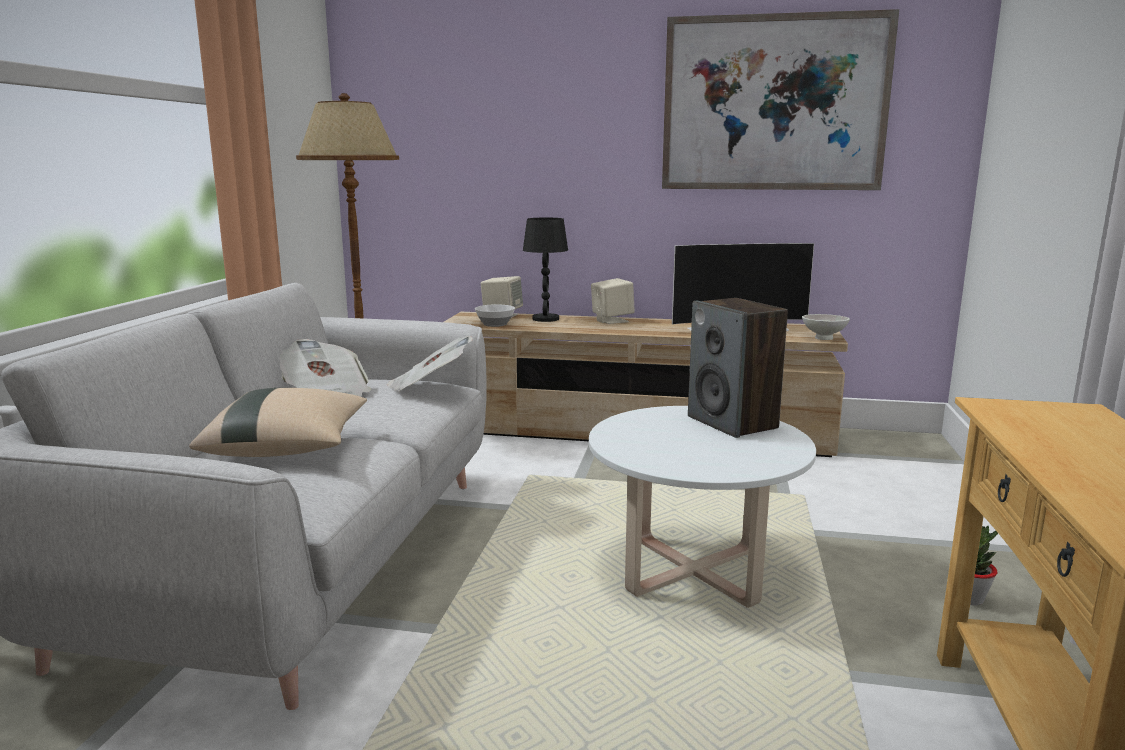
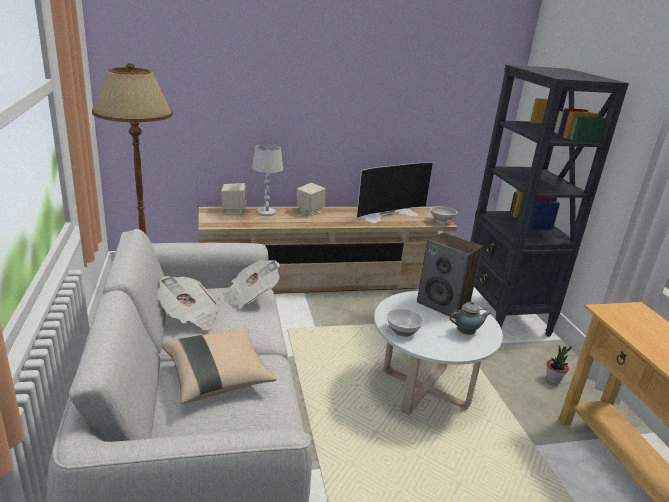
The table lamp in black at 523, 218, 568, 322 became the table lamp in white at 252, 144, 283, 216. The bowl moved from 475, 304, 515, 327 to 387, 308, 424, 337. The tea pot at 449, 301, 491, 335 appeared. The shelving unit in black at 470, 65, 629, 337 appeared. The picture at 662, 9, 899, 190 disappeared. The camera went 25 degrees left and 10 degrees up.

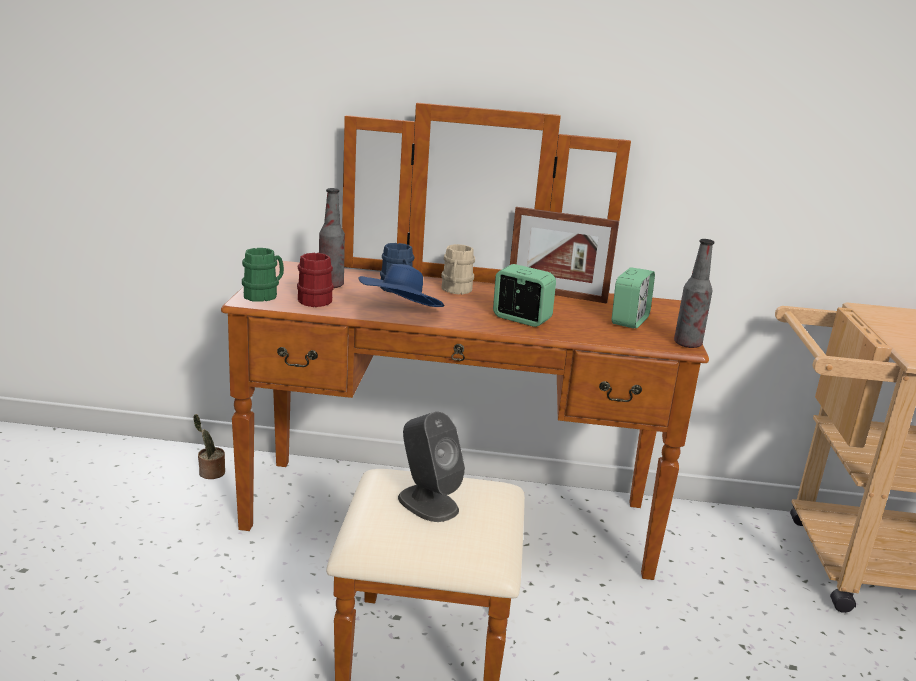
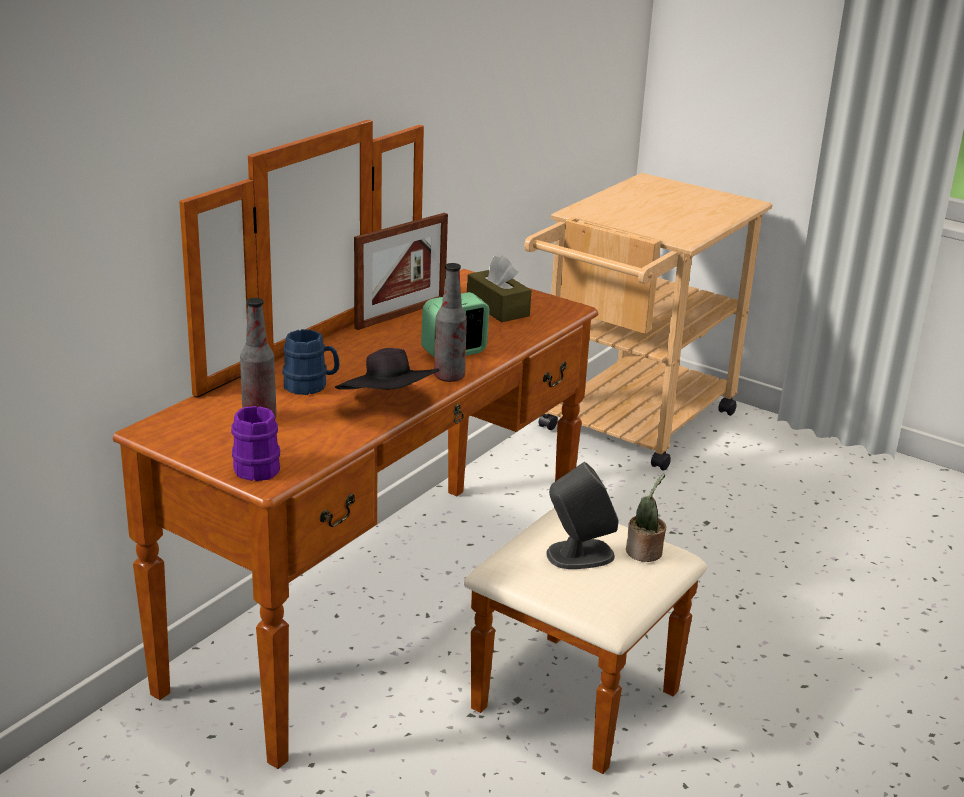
The tea mug in green at 242, 248, 284, 302 became the tea mug in purple at 231, 406, 280, 481. The wearable hat in blue-coloured at 358, 264, 444, 307 became the wearable hat in black at 335, 348, 439, 390. The bottle moved from 674, 239, 714, 348 to 434, 263, 467, 382. The alarm clock at 612, 267, 655, 328 was replaced by the tissue box in brown at 467, 255, 532, 322. The potted plant moved from 193, 414, 225, 479 to 626, 474, 666, 562. The tea mug in reddish at 297, 253, 334, 307 disappeared. The tea mug in sand-coloured at 441, 244, 475, 295 disappeared. The camera went 60 degrees left and 5 degrees up.

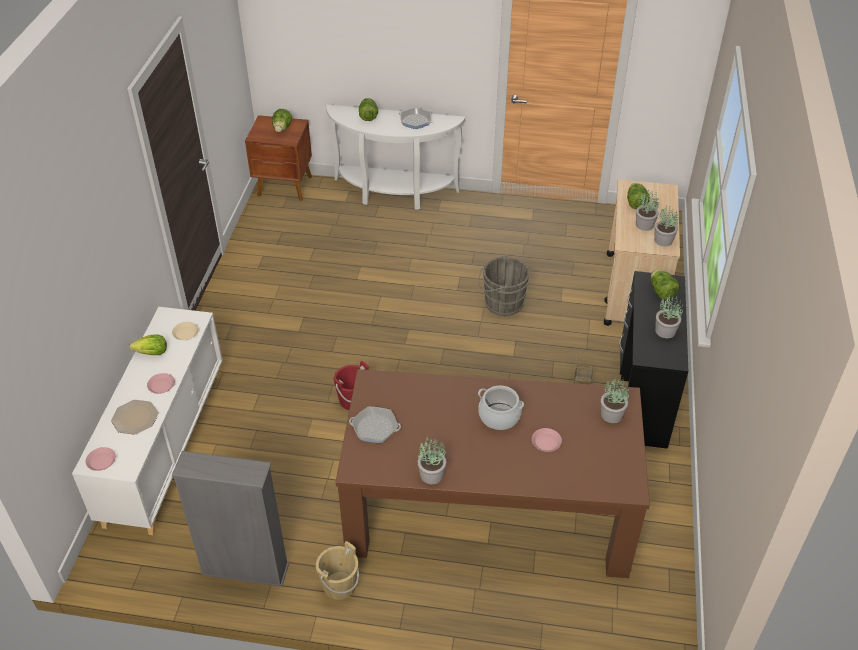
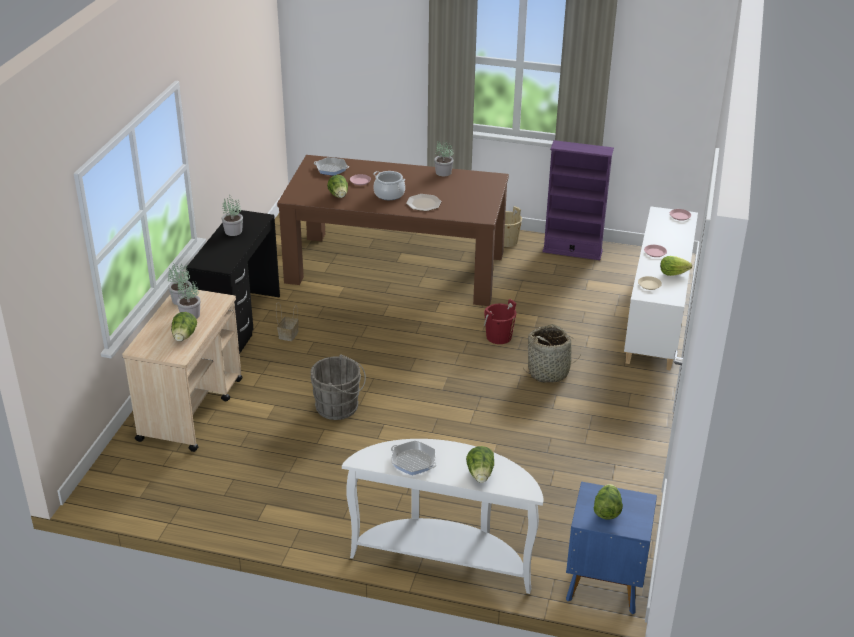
The frying pan moved from 349, 407, 401, 443 to 314, 157, 349, 176. The head of lettuce moved from 651, 270, 679, 300 to 327, 175, 348, 198. The plate moved from 111, 400, 158, 435 to 406, 194, 442, 211. The household basket at 523, 324, 578, 383 appeared. The shelving unit in grey at 172, 451, 289, 587 became the shelving unit in purple at 542, 140, 614, 260. The nightstand in brown at 245, 115, 312, 201 became the nightstand in blue-coloured at 566, 481, 657, 614. The potted plant at 601, 378, 629, 423 disappeared. The camera went 175 degrees left and 10 degrees down.

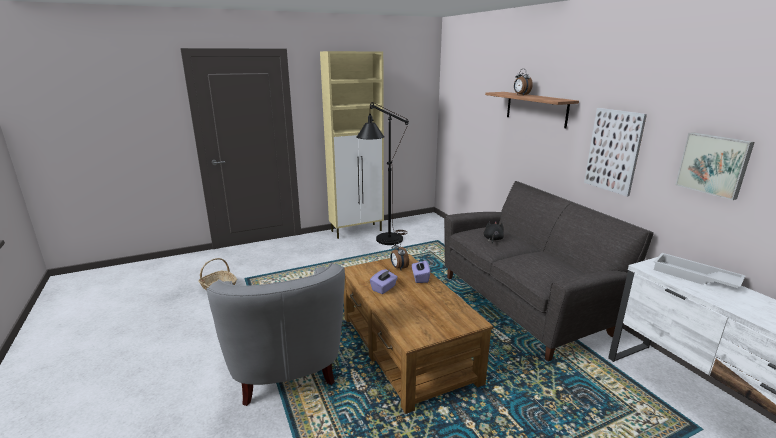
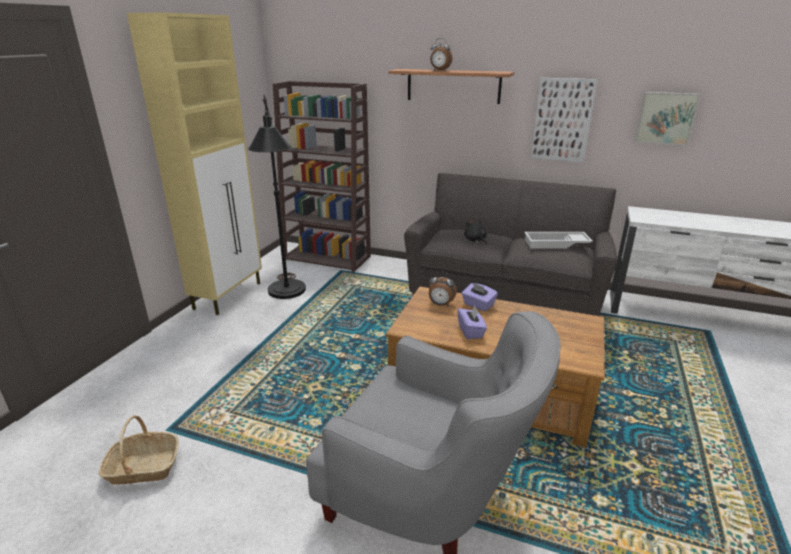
The shelving unit in brown at 273, 81, 371, 272 appeared. The carrying tray in white moved from 654, 253, 746, 288 to 524, 232, 593, 248. The camera went 45 degrees left and 5 degrees up.

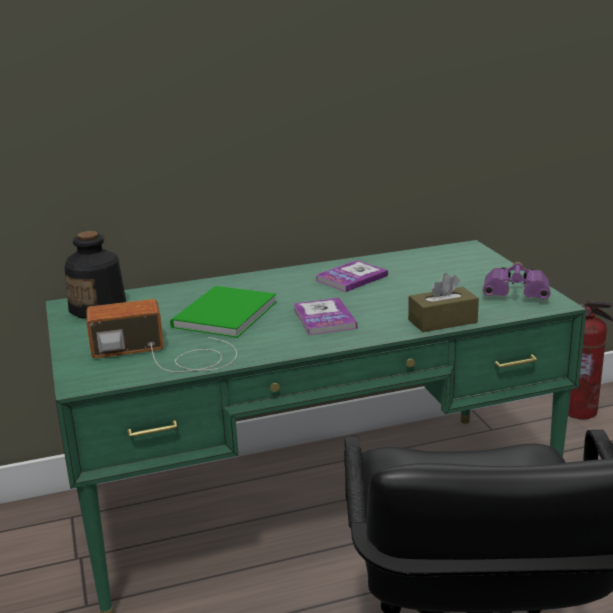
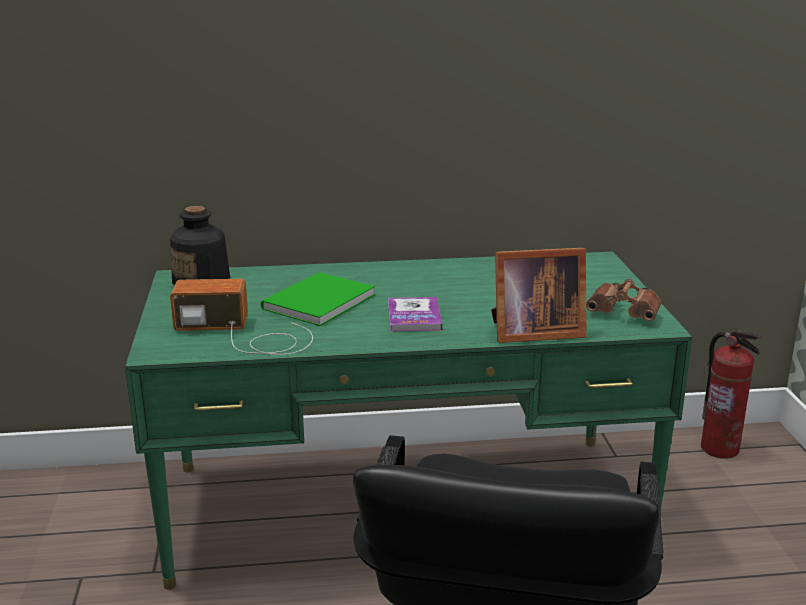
The tissue box in brown at 408, 273, 479, 332 was replaced by the standing frame at 491, 248, 587, 343. The binoculars in purple at 483, 262, 551, 299 became the binoculars in brown at 586, 279, 661, 321. The book at 315, 260, 388, 292 disappeared. The camera went 10 degrees right and 0 degrees up.

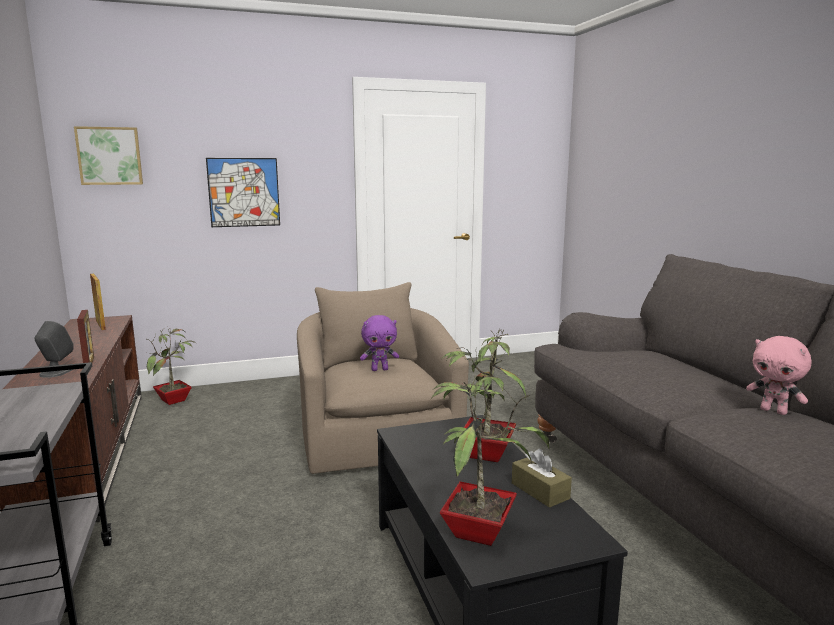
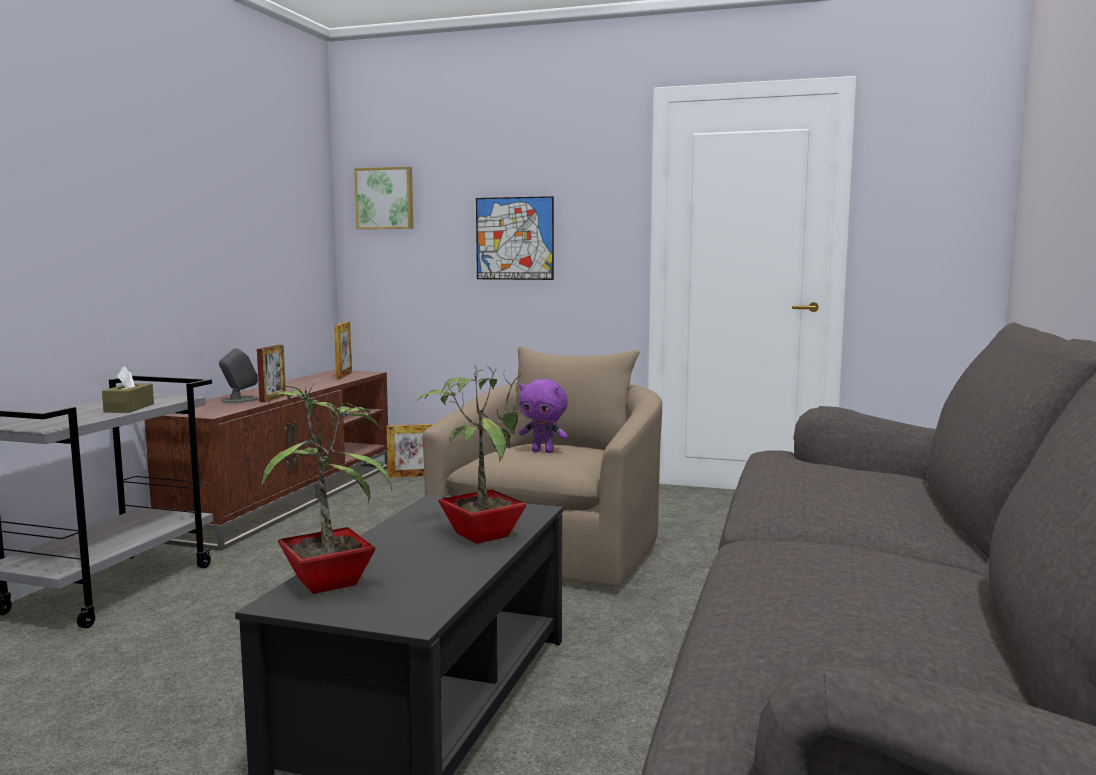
The tissue box in brown moved from 512, 449, 572, 508 to 102, 366, 154, 413. The potted plant at 147, 327, 197, 405 was replaced by the standing frame at 386, 424, 434, 478. The cuddly toy in pink-coloured at 746, 336, 812, 415 disappeared. The camera went 35 degrees right and 5 degrees down.

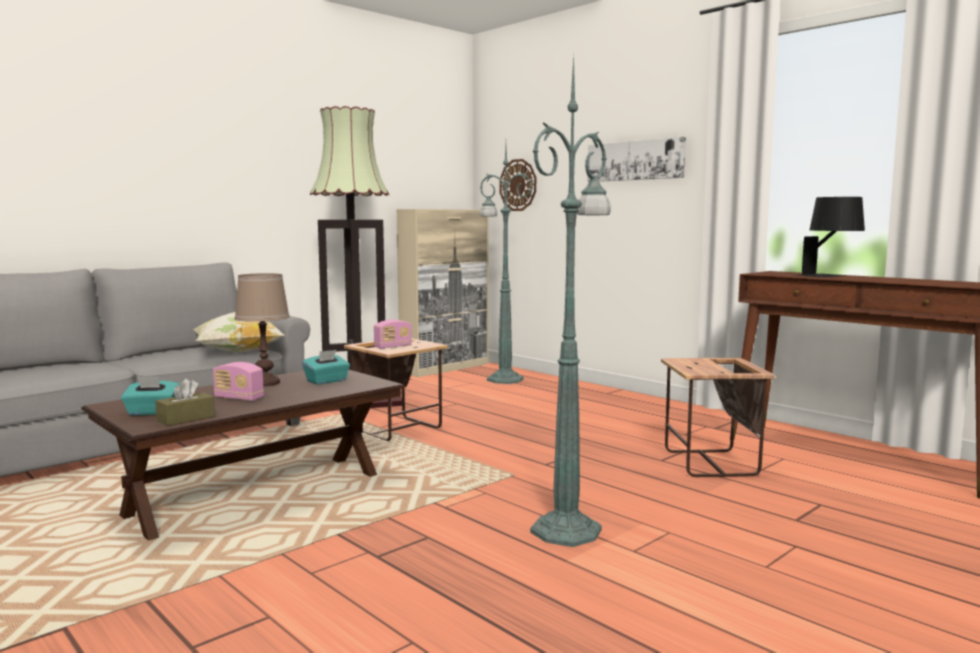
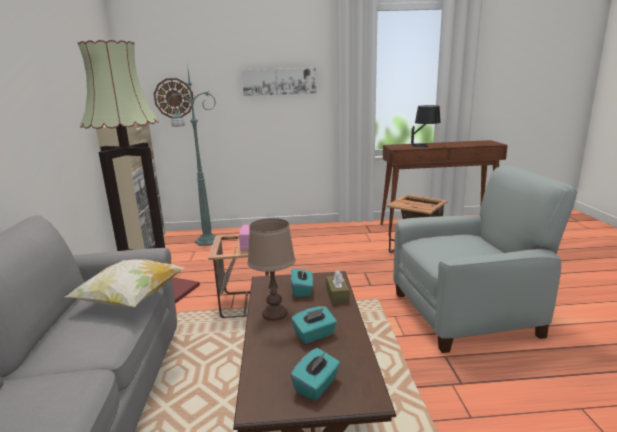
The radio receiver at 213, 362, 264, 401 was replaced by the tissue box in blue-green at 291, 306, 337, 344. The tissue box in brown moved from 155, 378, 215, 426 to 326, 270, 349, 305. The standard lamp in green at 530, 56, 611, 547 was replaced by the armchair in grey at 393, 165, 577, 353. The camera went 50 degrees left and 10 degrees up.

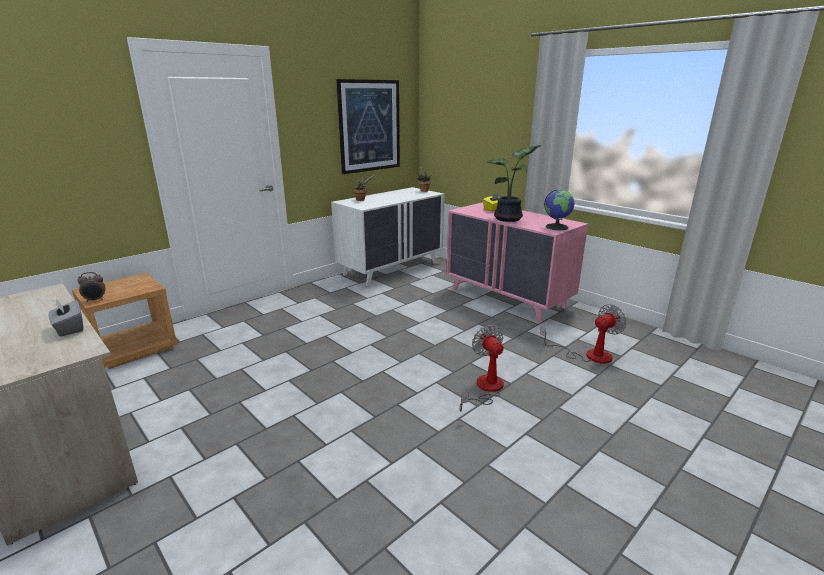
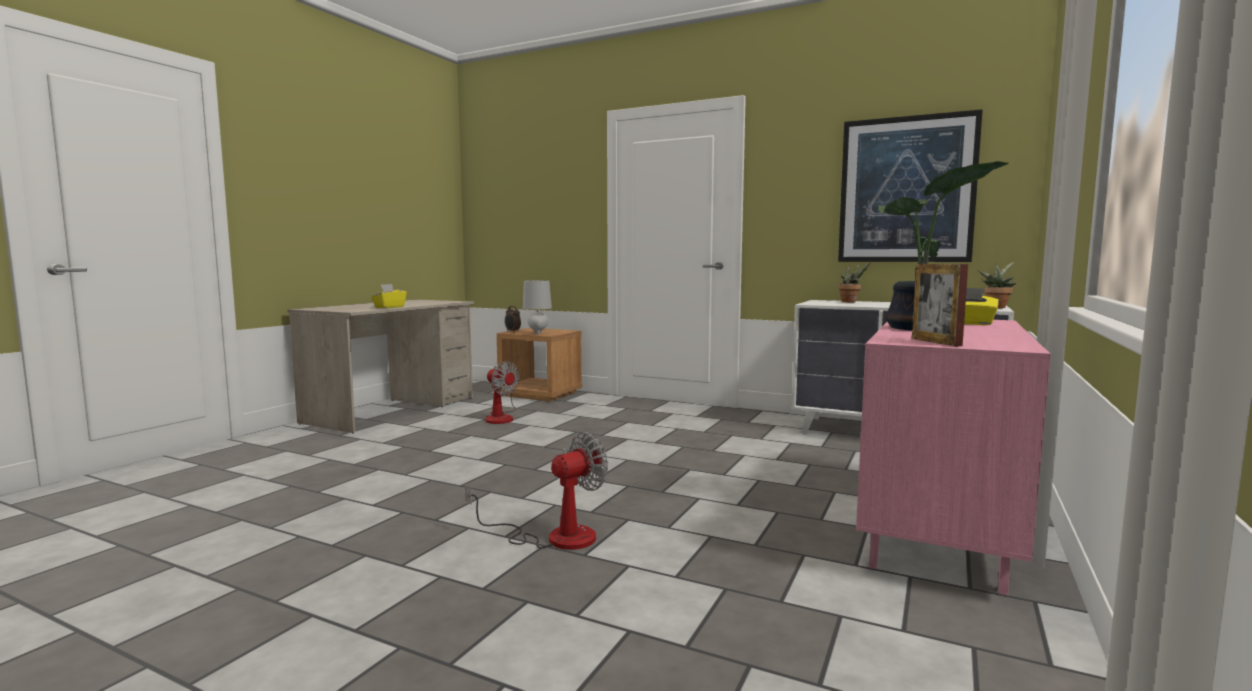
The tissue box in grey at 49, 299, 83, 336 became the tissue box in yellow-coloured at 371, 284, 407, 308. The electric fan moved from 540, 304, 627, 364 to 486, 361, 520, 424. The table lamp in grey at 523, 280, 552, 335 appeared. The globe at 544, 190, 575, 230 was replaced by the standing frame at 912, 264, 968, 346. The camera went 70 degrees right and 15 degrees down.

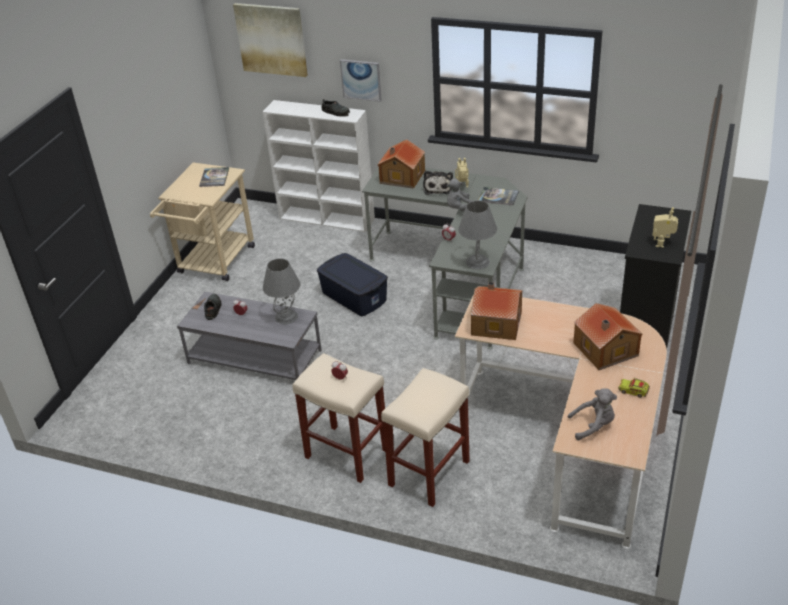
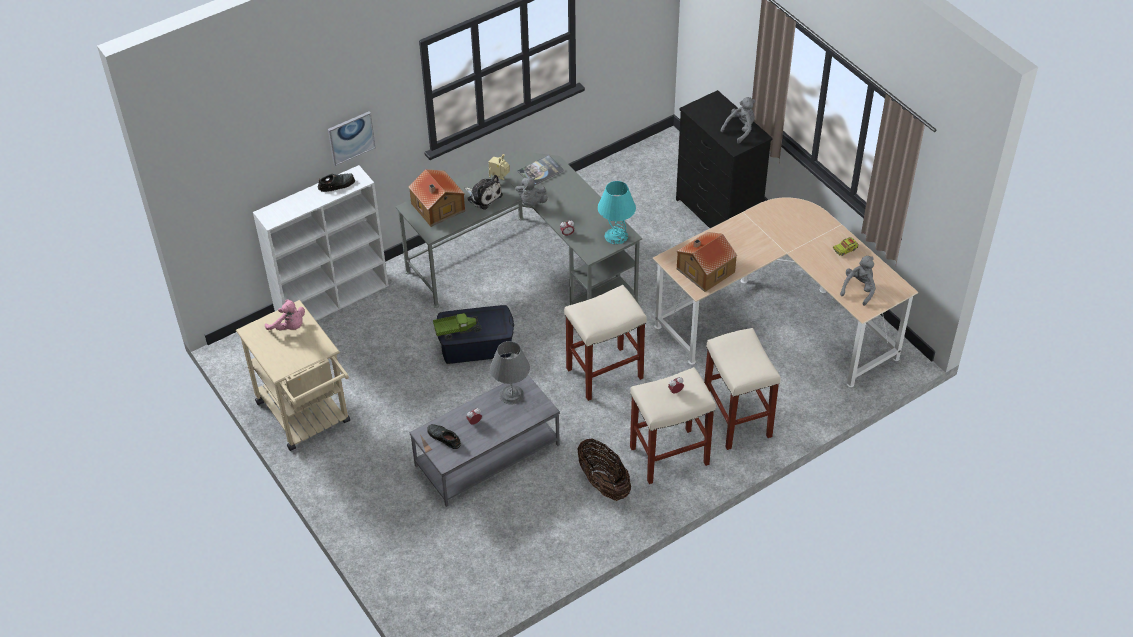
The book at 199, 167, 229, 187 was replaced by the cuddly toy in pink-coloured at 265, 299, 305, 330. The toy truck at 433, 313, 482, 340 appeared. The stool seat in sand-coloured at 564, 285, 647, 401 appeared. The household basket at 578, 438, 631, 501 appeared. The table lamp in grey at 458, 201, 497, 269 became the table lamp in blue-green at 598, 181, 636, 245. The model robot at 652, 207, 678, 248 was replaced by the cuddly toy in grey at 721, 97, 755, 144. The picture at 233, 3, 308, 77 disappeared. The toy house at 573, 303, 642, 370 disappeared. The camera went 55 degrees left and 10 degrees up.

